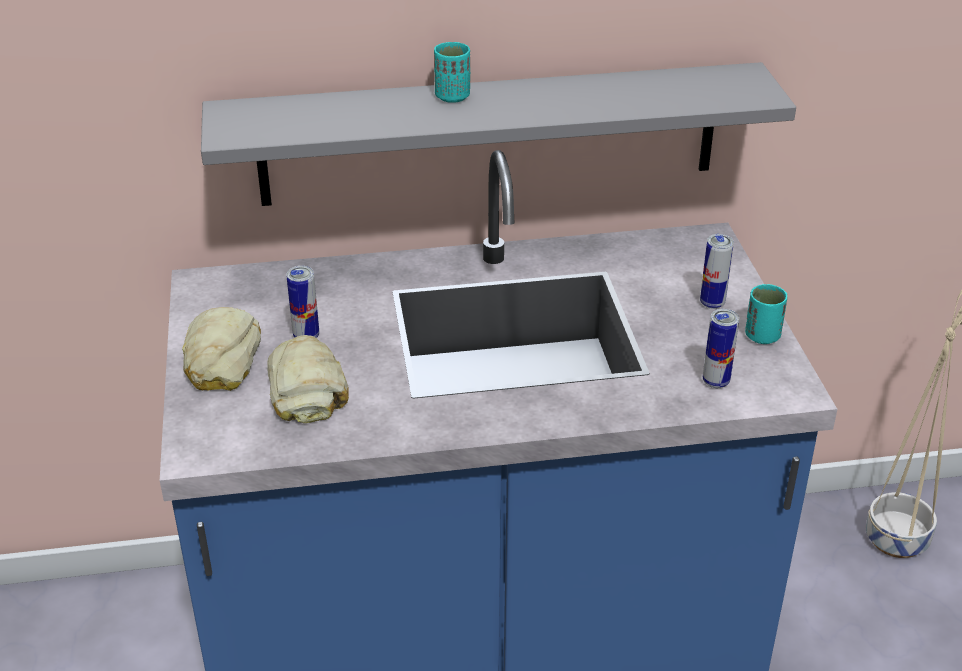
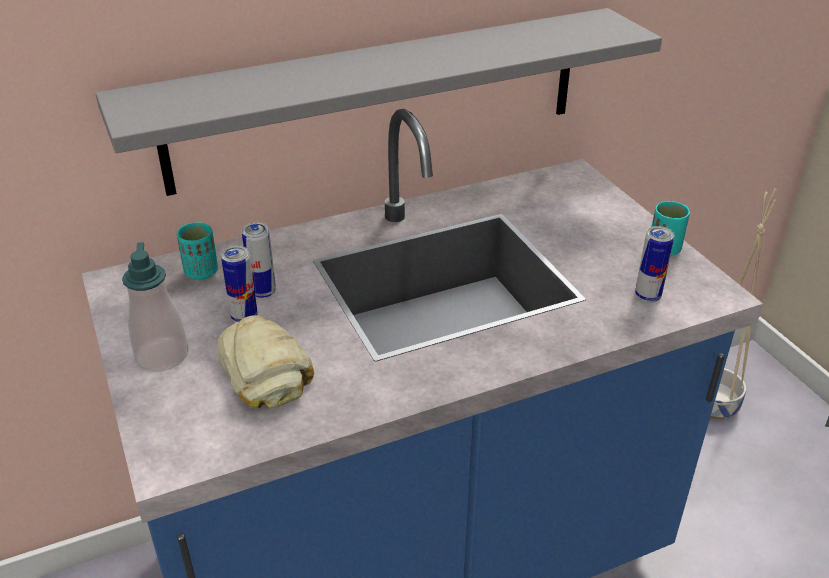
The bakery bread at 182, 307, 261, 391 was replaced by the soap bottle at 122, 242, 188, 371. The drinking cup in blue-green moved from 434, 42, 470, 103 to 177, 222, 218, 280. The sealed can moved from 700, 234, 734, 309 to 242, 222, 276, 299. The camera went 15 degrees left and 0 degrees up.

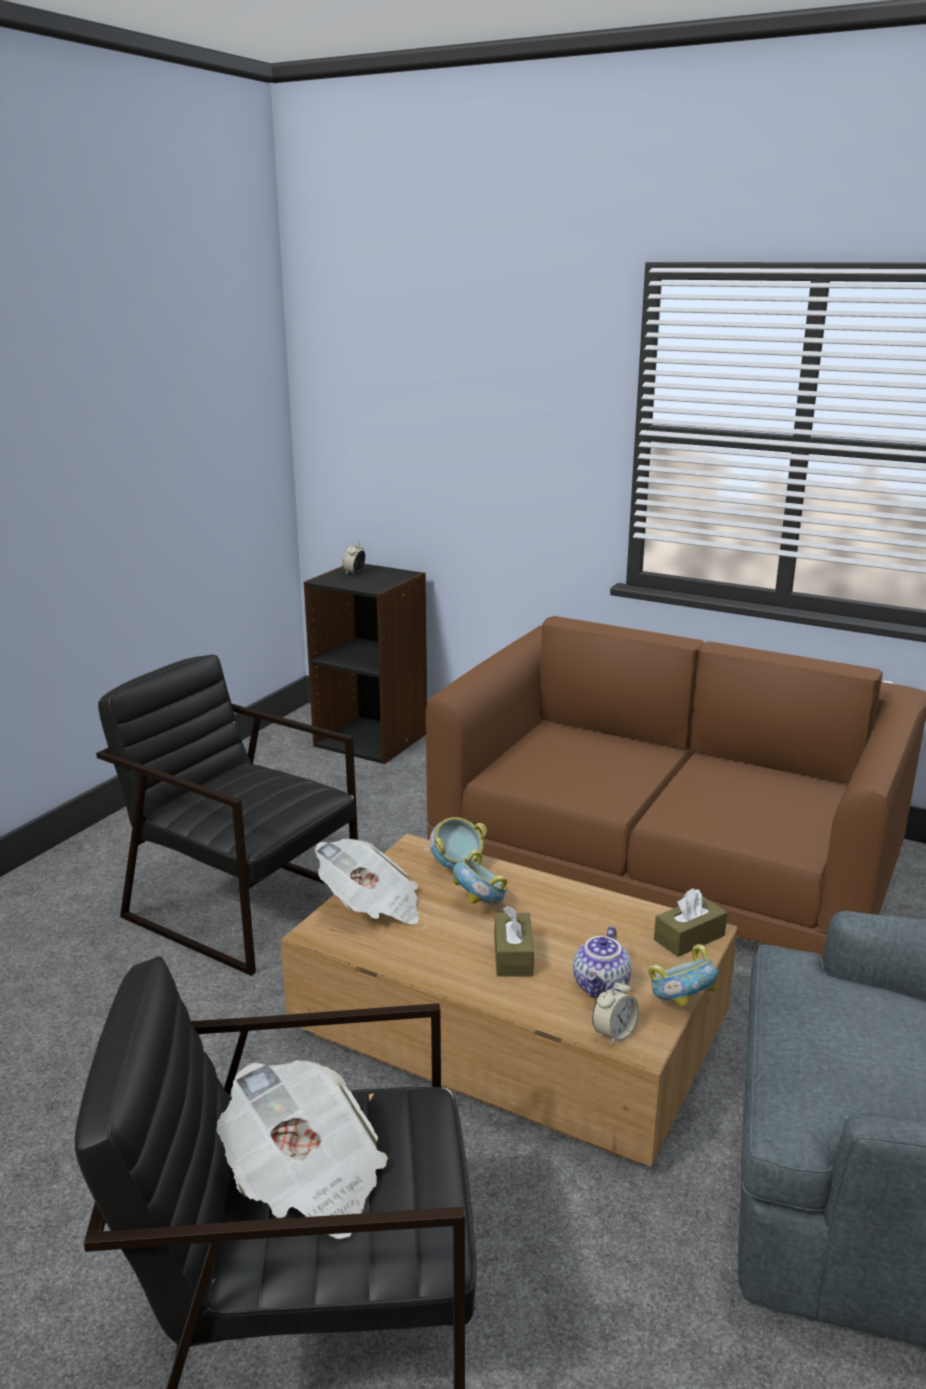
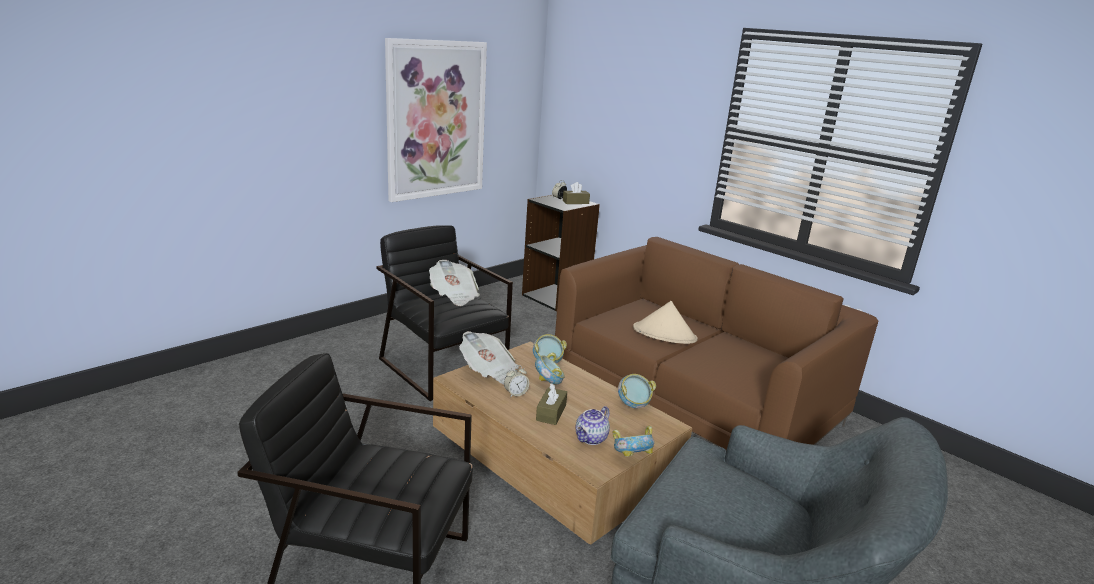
The picture at 385, 38, 487, 202 appeared. The printed paper moved from 217, 1060, 388, 1239 to 429, 260, 480, 306. The alarm clock moved from 592, 978, 639, 1046 to 504, 365, 529, 396. The tissue box in brown moved from 654, 888, 727, 957 to 563, 182, 590, 204. The bowl at 618, 374, 656, 408 appeared. The wearable hat in sand-coloured at 633, 301, 698, 344 appeared. The camera went 15 degrees right and 0 degrees up.

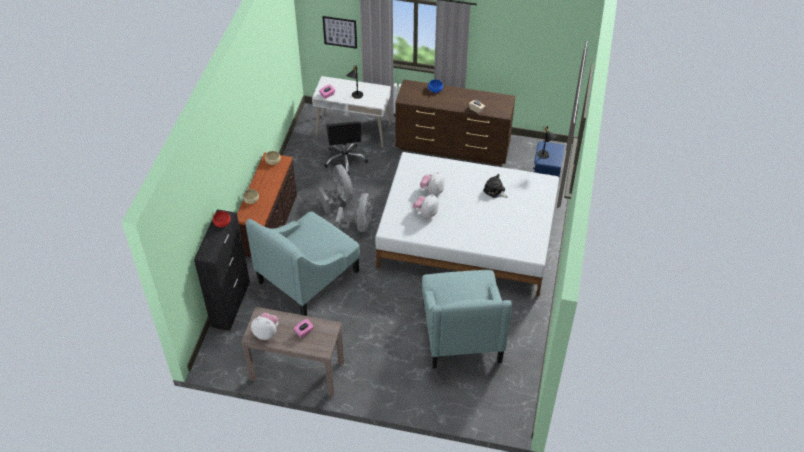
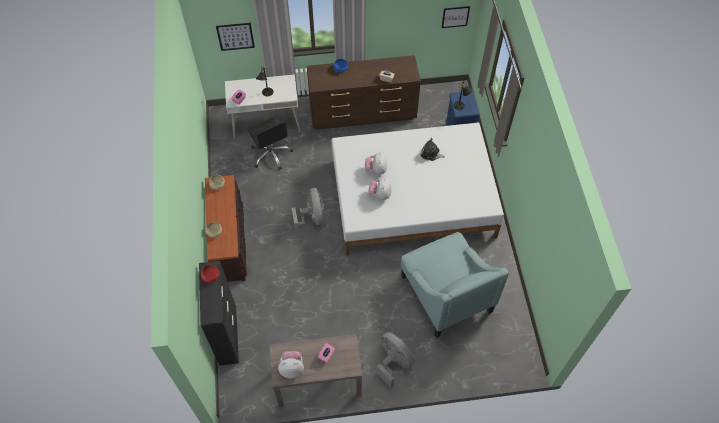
The electric fan in grey moved from 319, 165, 353, 214 to 376, 332, 415, 388. The picture at 441, 6, 470, 28 appeared. The armchair in blue-green at 245, 211, 360, 316 disappeared. The camera went 20 degrees left and 10 degrees up.

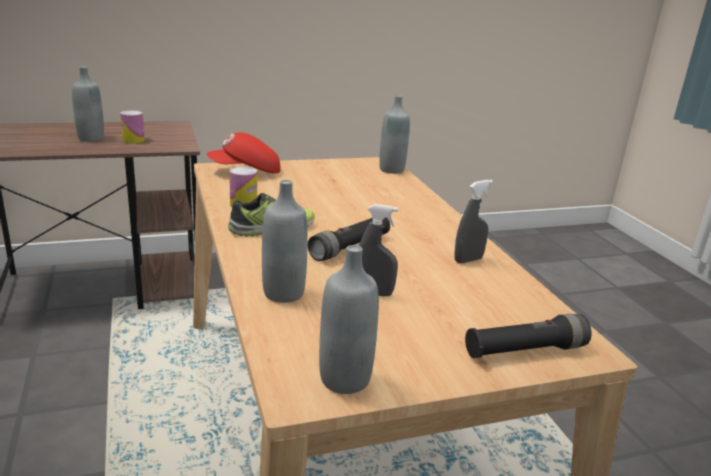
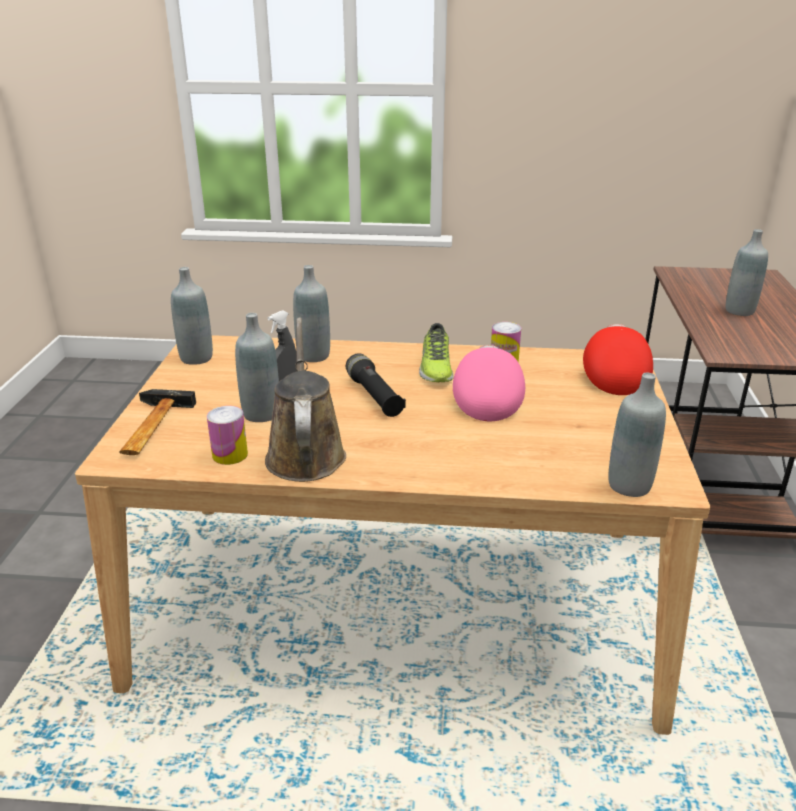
The hand torch in black at 465, 314, 592, 358 was replaced by the tool hammer at 119, 389, 196, 455. The sealed can moved from 120, 110, 145, 143 to 207, 406, 248, 465. The bottle in grey at 235, 313, 279, 422 appeared. The hand sprayer in grey at 454, 180, 493, 263 was replaced by the watering pot in brown at 265, 318, 346, 482. The peaked cap in pink-coloured at 453, 345, 525, 421 appeared. The camera went 115 degrees right and 5 degrees up.

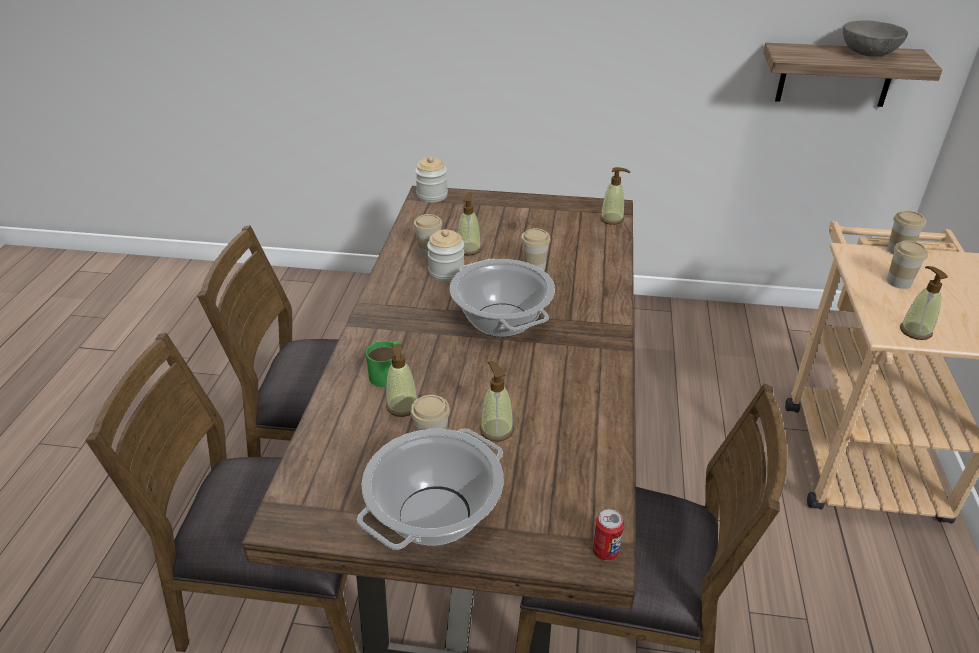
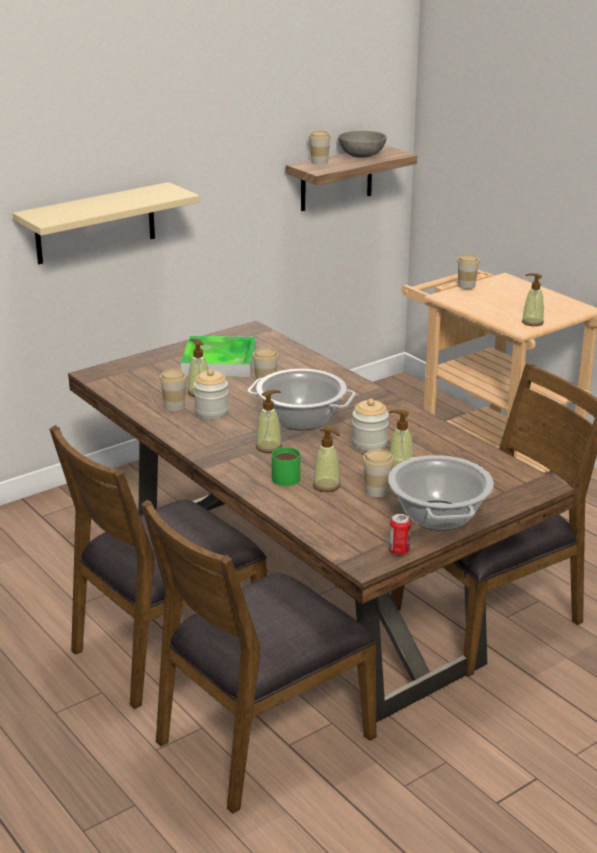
The bracket shelf in sand-coloured at 13, 182, 200, 264 appeared. The carrying tray at 181, 336, 256, 377 appeared. The soap bottle moved from 600, 167, 630, 225 to 256, 390, 282, 453. The drinking cup moved from 887, 240, 928, 289 to 309, 131, 331, 165. The preserve jar moved from 415, 156, 448, 203 to 352, 399, 389, 451. The sealed can moved from 593, 509, 624, 561 to 389, 514, 411, 555. The camera went 45 degrees left and 10 degrees down.

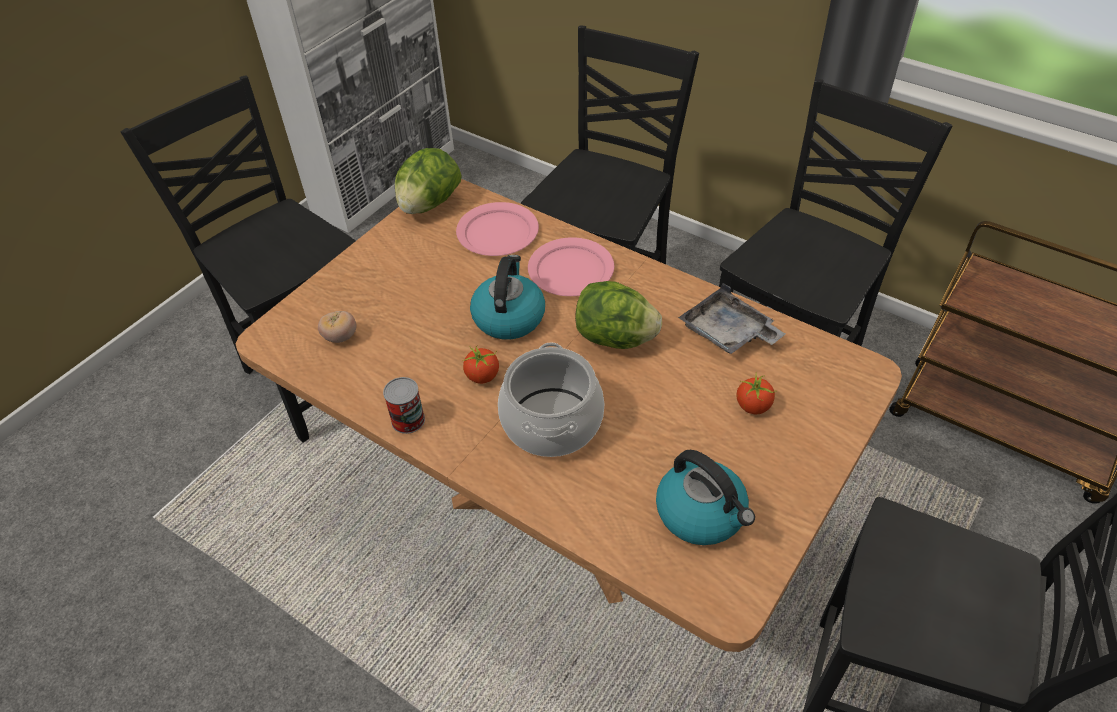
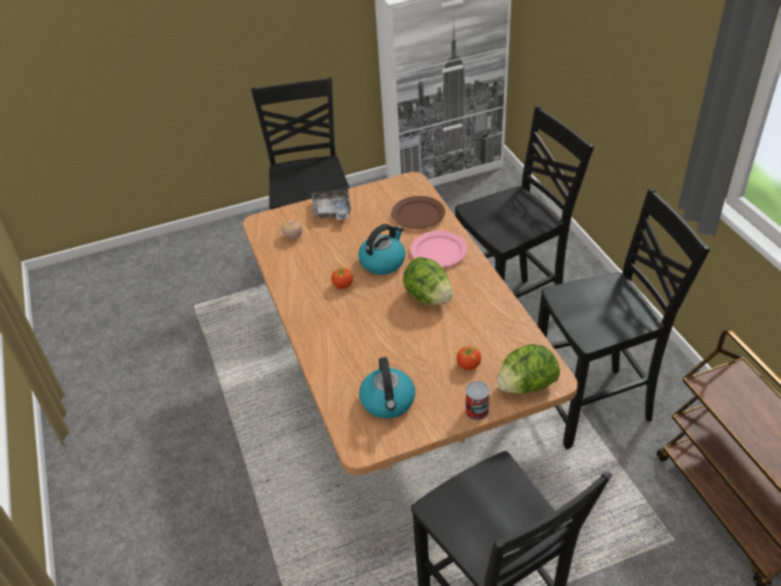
The carrying tray in grey moved from 678, 283, 785, 354 to 312, 186, 351, 220. The plate in pink-coloured at 456, 202, 539, 256 became the plate in brown at 391, 196, 445, 229. The sealed can moved from 383, 377, 425, 434 to 465, 381, 490, 420. The head of lettuce moved from 395, 148, 462, 214 to 497, 344, 560, 394. The saucepot at 498, 343, 604, 457 disappeared. The camera went 35 degrees right and 5 degrees down.

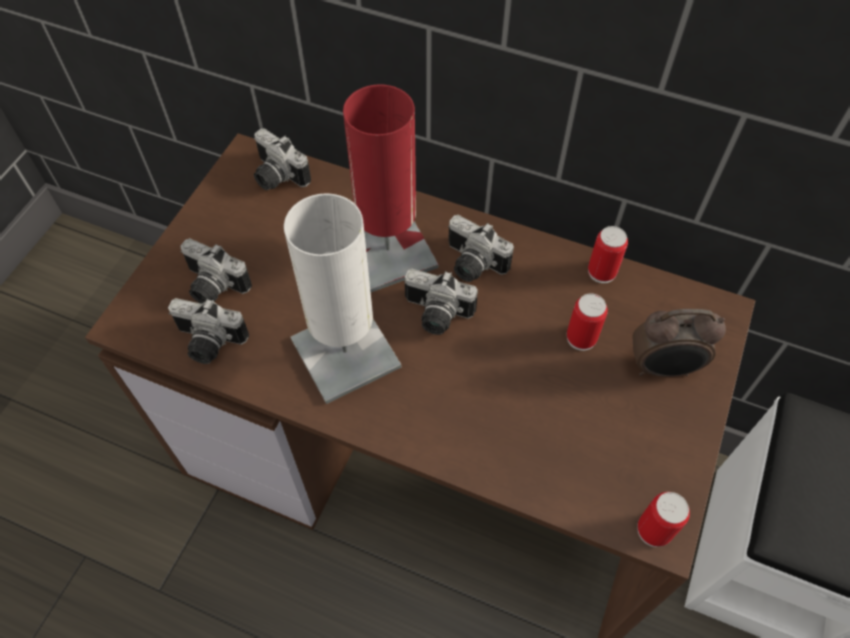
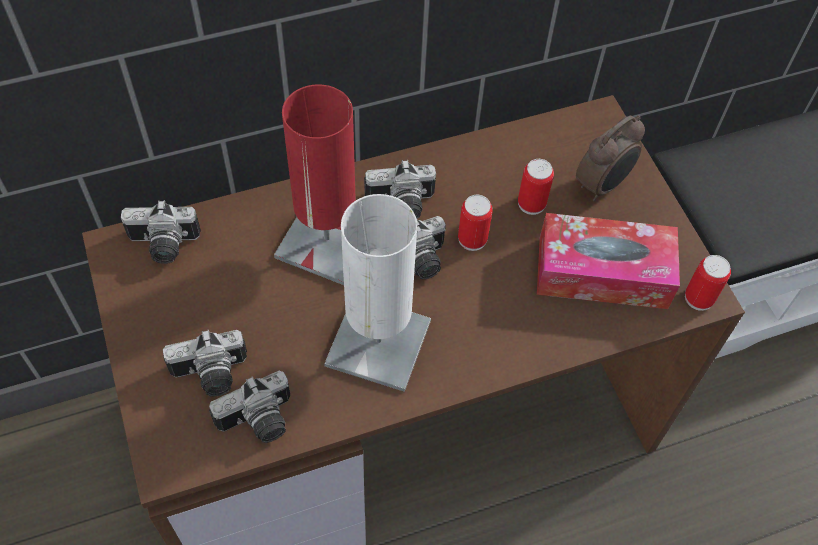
The sealed can moved from 588, 226, 628, 283 to 458, 195, 493, 251. The tissue box at 537, 213, 680, 309 appeared. The camera went 45 degrees left and 0 degrees up.

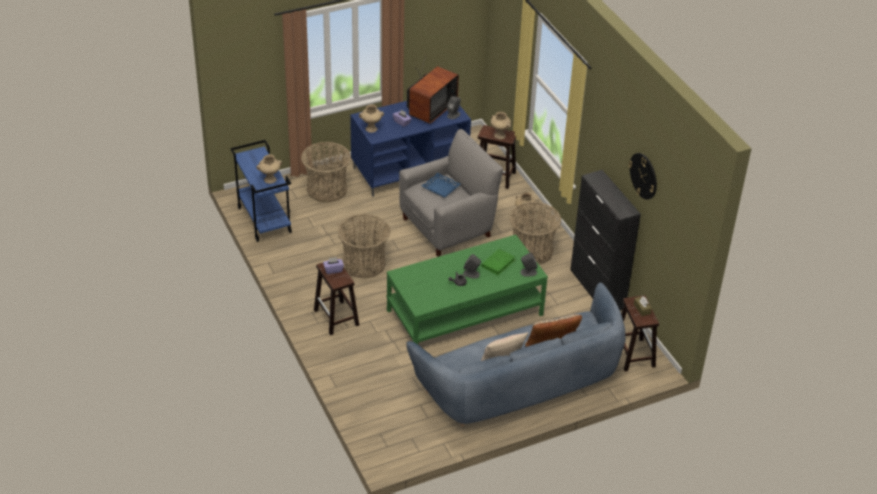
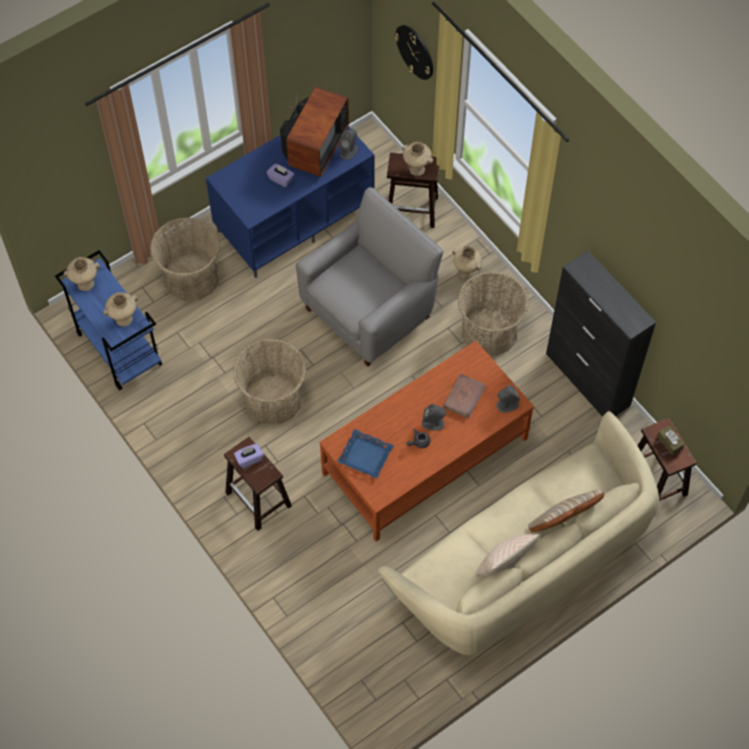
The flower vase in sand-coloured moved from 359, 104, 384, 133 to 64, 257, 100, 291. The lounge table in green at 387, 235, 548, 344 became the lounge table in brown at 319, 341, 534, 541. The carrying tray in blue-coloured moved from 422, 172, 461, 198 to 337, 429, 394, 478. The sofa in blue-coloured at 406, 283, 625, 426 became the sofa in sand-coloured at 378, 411, 659, 655. The clock on the wall moved from 628, 153, 657, 200 to 394, 25, 433, 80. The book in green at 481, 249, 515, 275 became the book in brown at 443, 374, 486, 419. The camera went 10 degrees left and 20 degrees up.

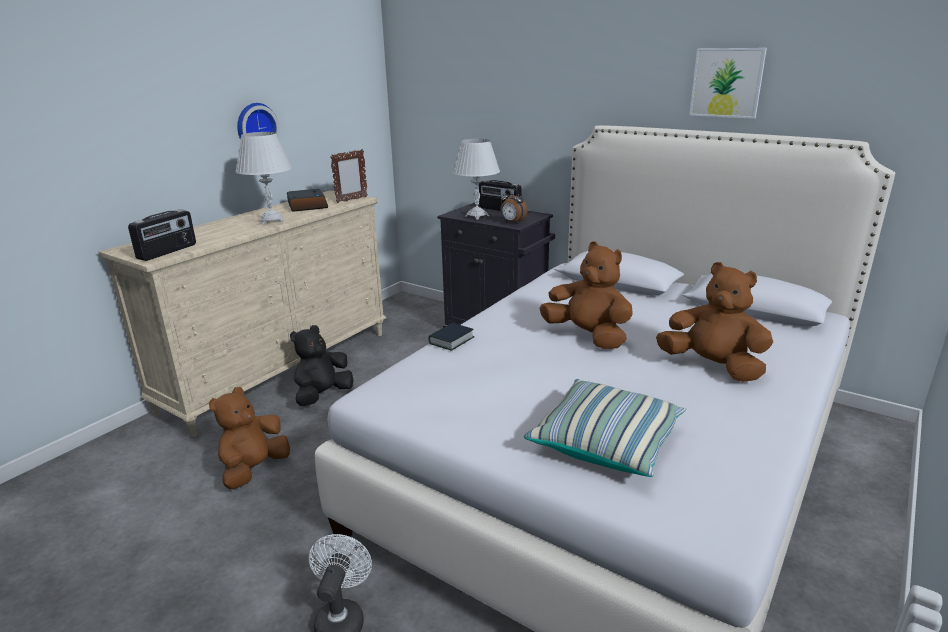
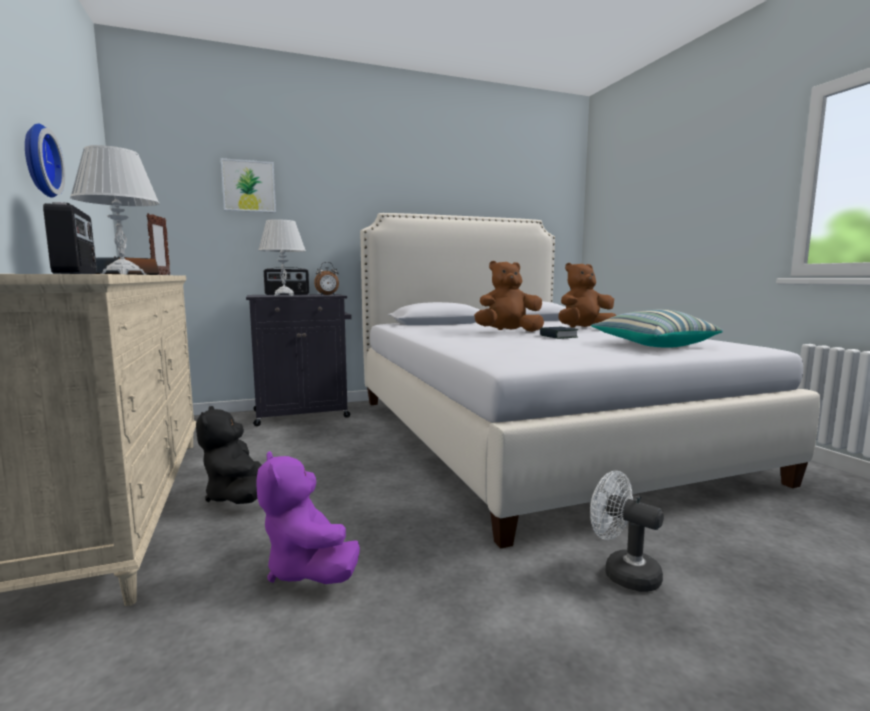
The picture moved from 689, 48, 767, 119 to 221, 158, 276, 213. The cuddly toy in brown at 209, 387, 290, 489 became the cuddly toy in purple at 256, 451, 360, 584. The book moved from 428, 323, 474, 351 to 540, 327, 578, 339. The camera went 55 degrees left and 15 degrees down.

